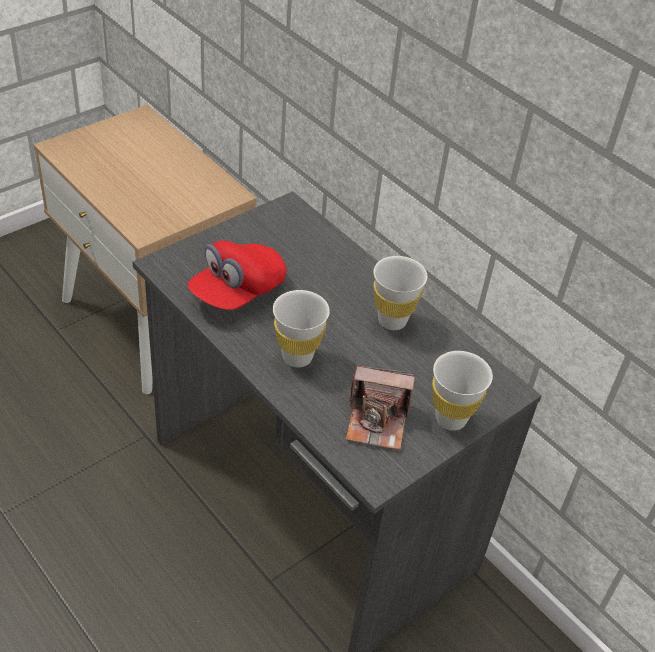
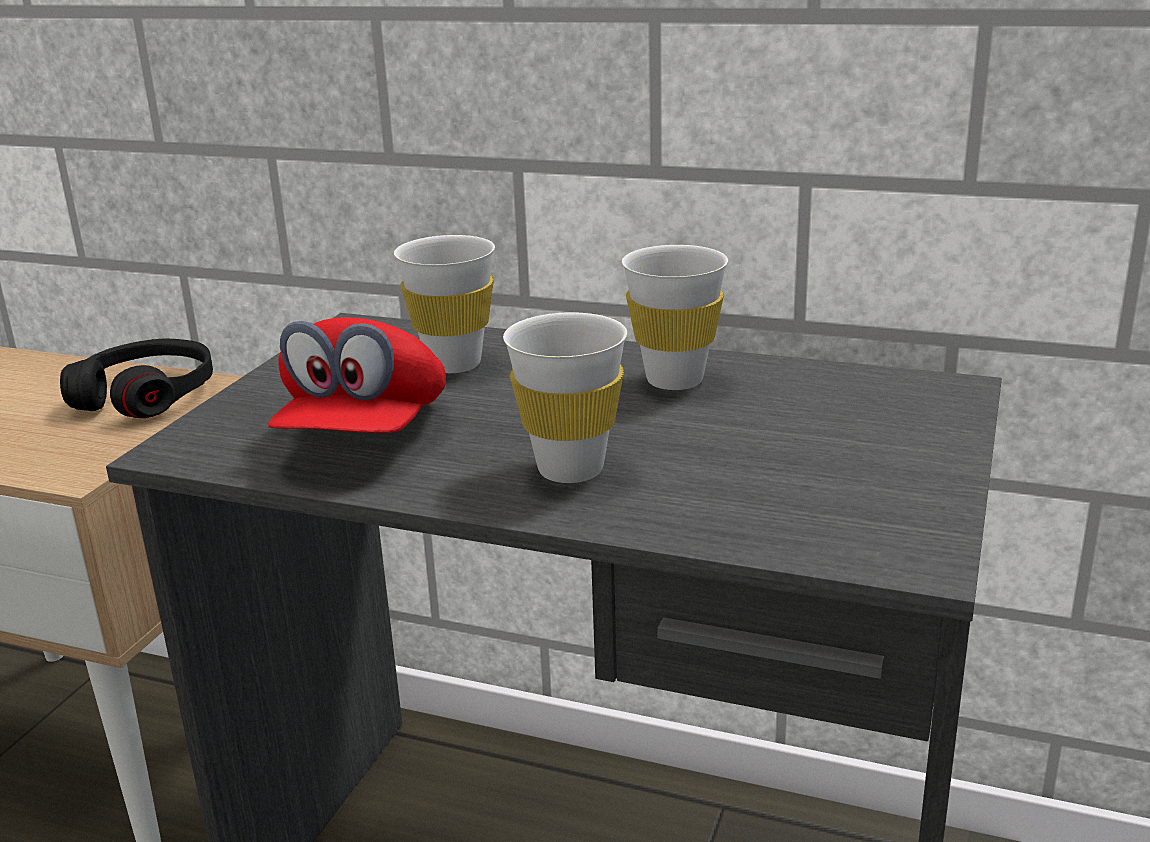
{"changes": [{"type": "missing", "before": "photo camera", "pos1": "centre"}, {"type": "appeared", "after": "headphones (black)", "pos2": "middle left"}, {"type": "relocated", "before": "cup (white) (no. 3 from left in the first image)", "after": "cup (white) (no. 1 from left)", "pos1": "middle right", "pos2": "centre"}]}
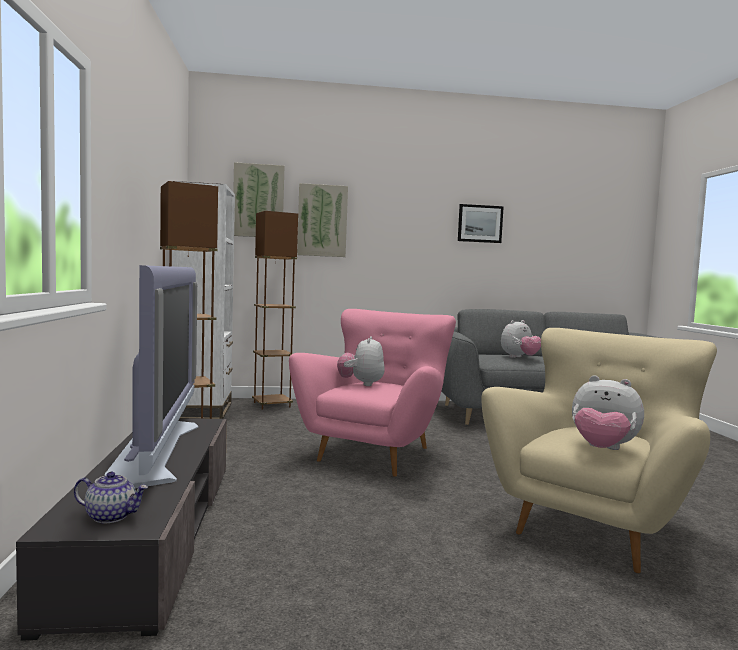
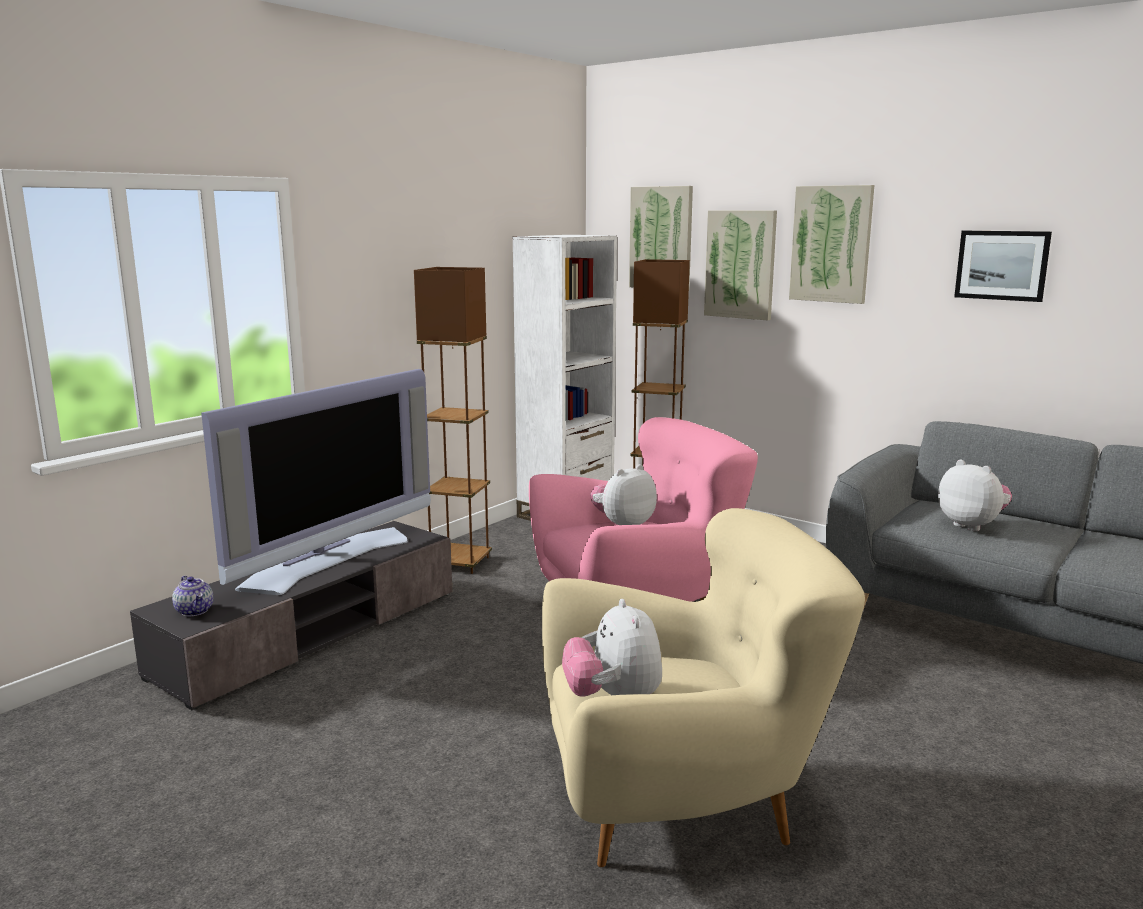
{"changes": [{"type": "appeared", "after": "picture (no. 3 from left)", "pos2": "top right"}, {"type": "spun", "before": "plush toy (no. 2 from left in the first image)", "pos1": "middle right", "pos2": "middle right", "turn": -135}]}
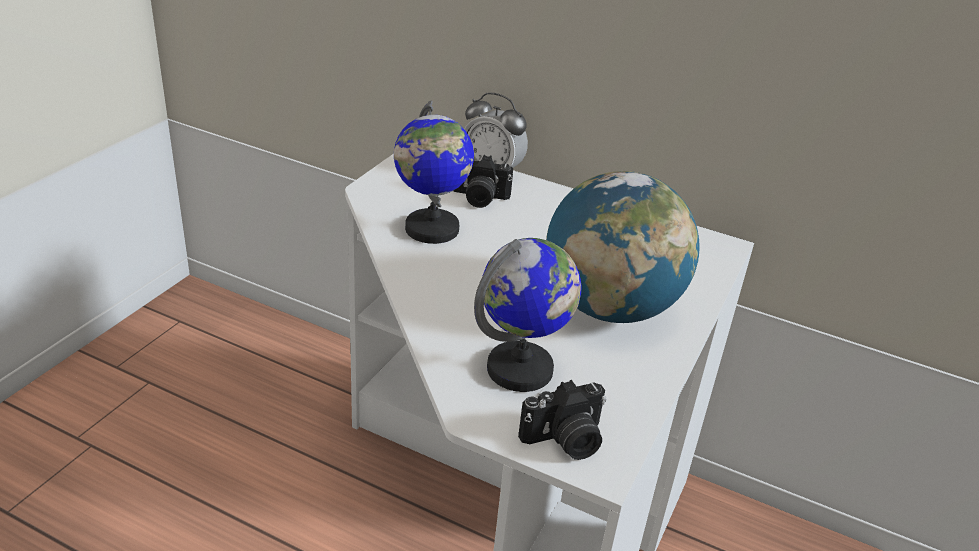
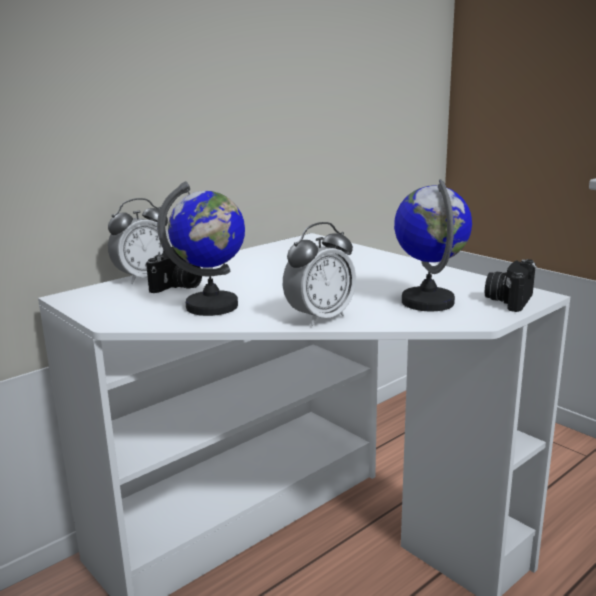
{"changes": [{"type": "missing", "before": "globe (no. 3 from left)", "pos1": "centre"}, {"type": "appeared", "after": "alarm clock (no. 2 from left)", "pos2": "centre"}, {"type": "spun", "before": "photo camera (no. 2 from left)", "pos1": "bottom centre", "pos2": "middle right", "turn": -150}]}
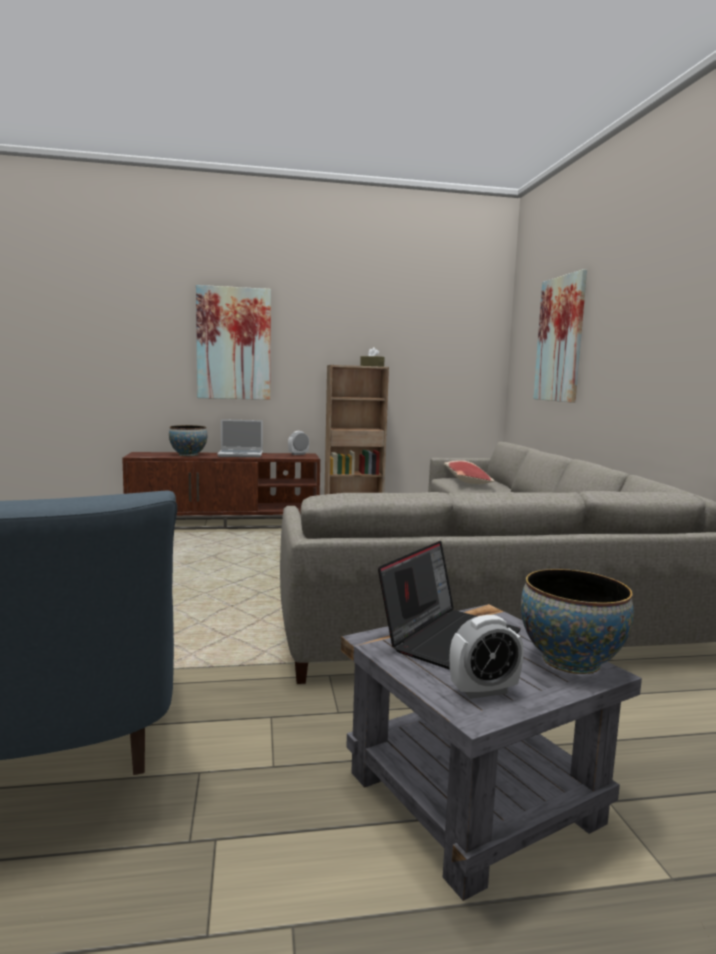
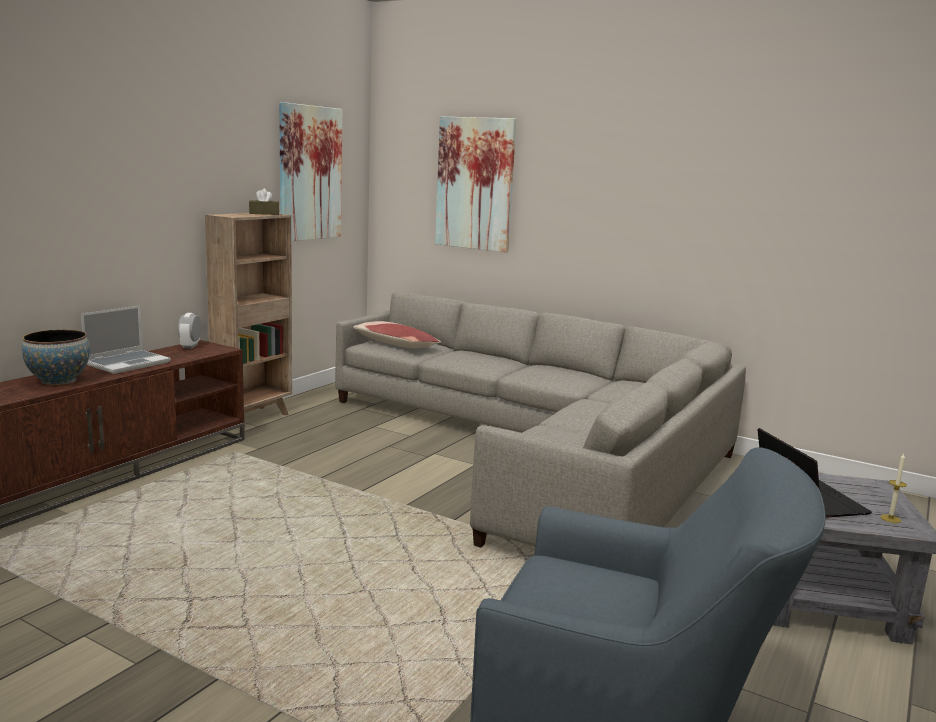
{"changes": [{"type": "missing", "before": "bowl (no. 2 from left)", "pos1": "middle right"}, {"type": "relocated", "before": "picture (no. 1 from left)", "pos1": "middle left", "pos2": "top left"}, {"type": "exchanged", "before": "alarm clock (no. 2 from left)", "after": "candle", "pos1": "bottom right", "pos2": "bottom right"}]}
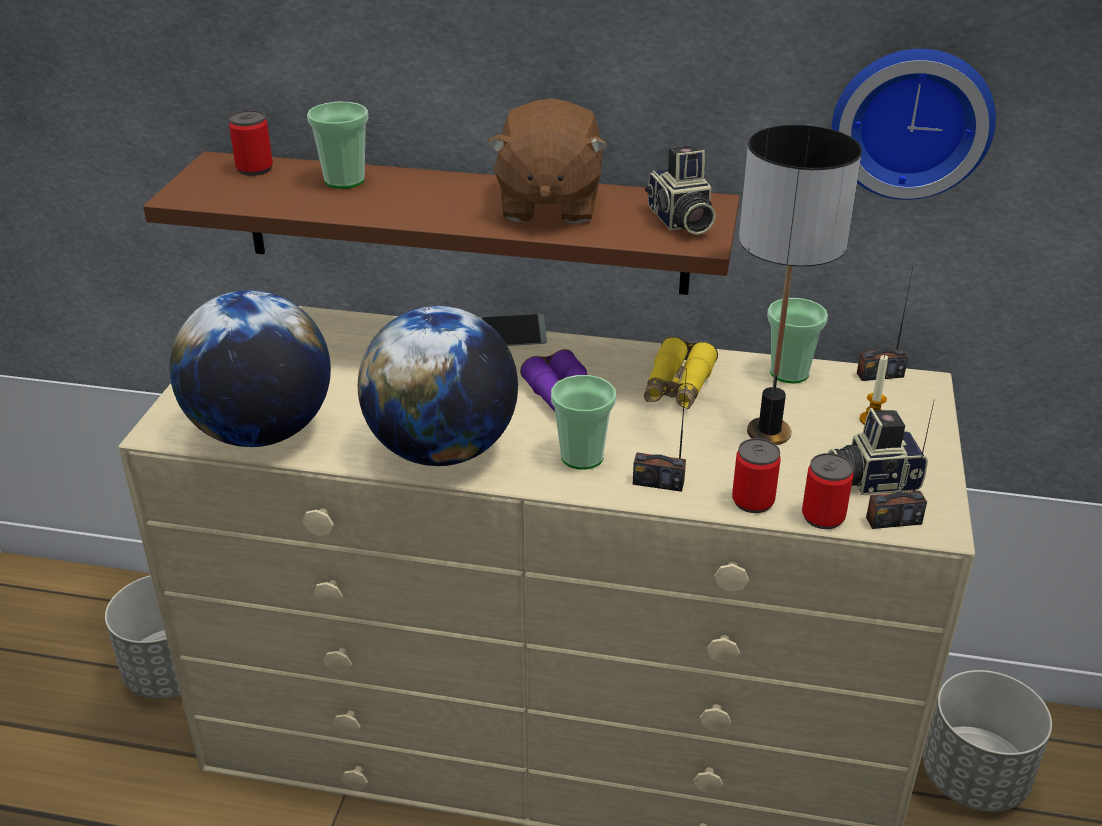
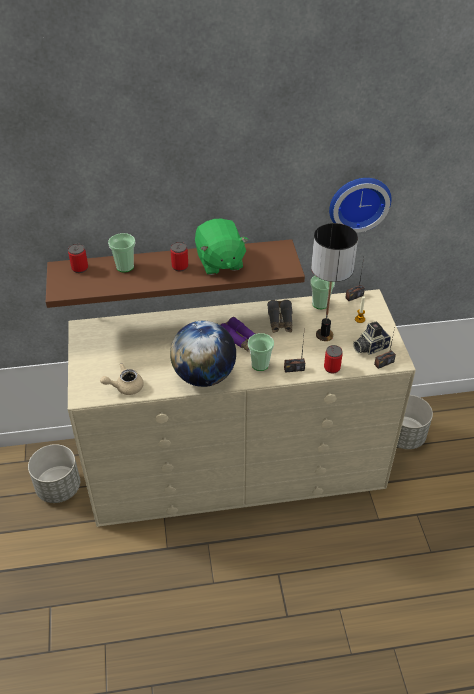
{"changes": [{"type": "missing", "before": "phone", "pos1": "centre"}, {"type": "missing", "before": "photo camera (no. 1 from left)", "pos1": "top centre"}, {"type": "relocated", "before": "can (no. 3 from left in the first image)", "after": "can (no. 2 from left)", "pos1": "middle right", "pos2": "centre"}, {"type": "exchanged", "before": "globe (no. 1 from left)", "after": "teapot (beige)", "pos1": "middle left", "pos2": "middle left"}, {"type": "colour", "before": "plush toy (brown)", "after": "plush toy (green)", "pos1": "top centre", "pos2": "centre"}, {"type": "colour", "before": "binoculars (yellow)", "after": "binoculars (grey)", "pos1": "centre", "pos2": "centre"}]}
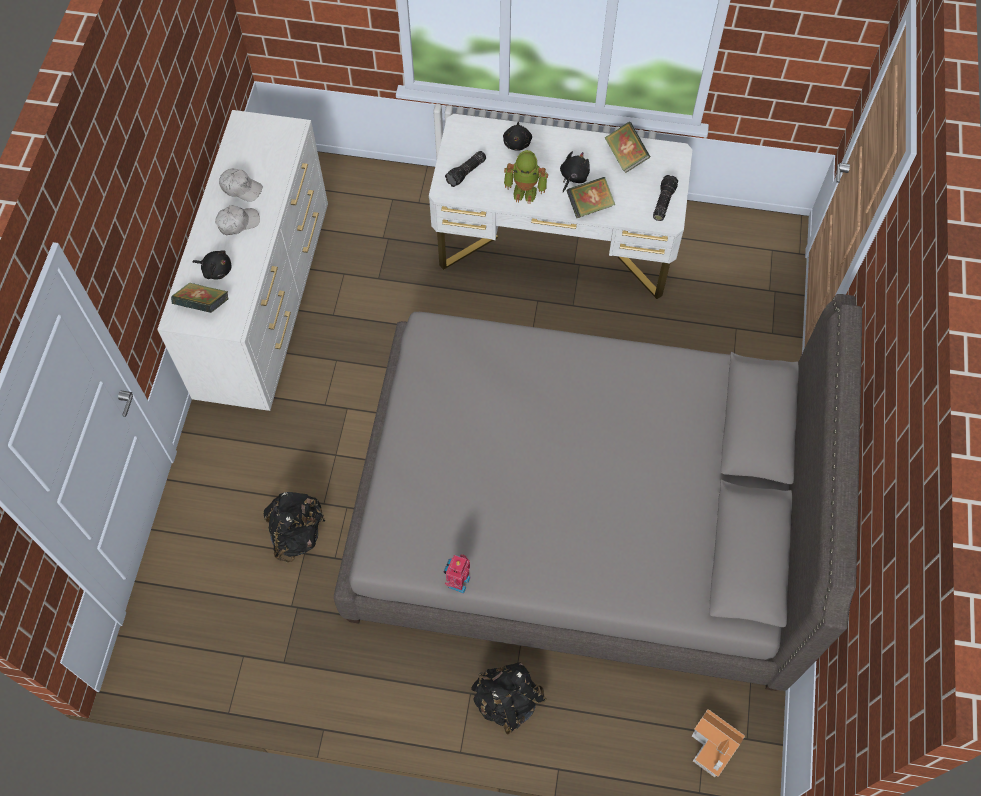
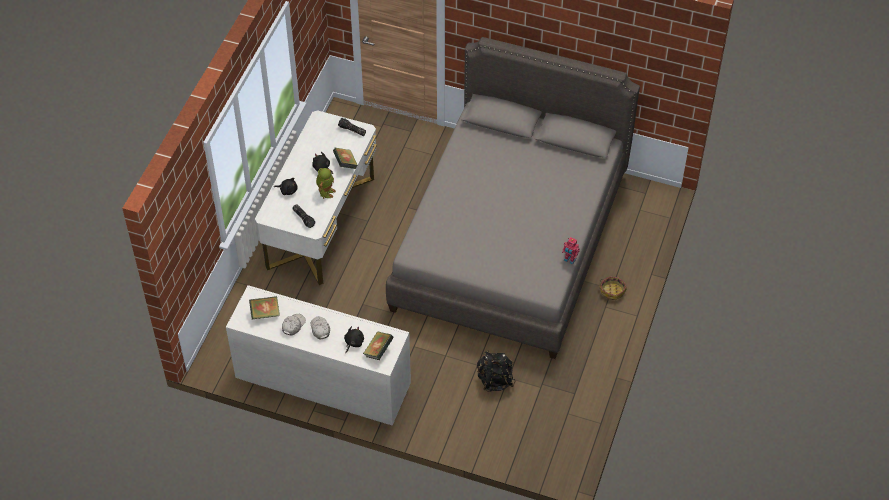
{"changes": [{"type": "missing", "before": "toy house", "pos1": "bottom right"}, {"type": "relocated", "before": "book (no. 3 from left in the first image)", "after": "book (no. 1 from left)", "pos1": "top centre", "pos2": "middle left"}, {"type": "exchanged", "before": "backpack (black) (no. 2 from left)", "after": "basket", "pos1": "bottom centre", "pos2": "middle right"}]}
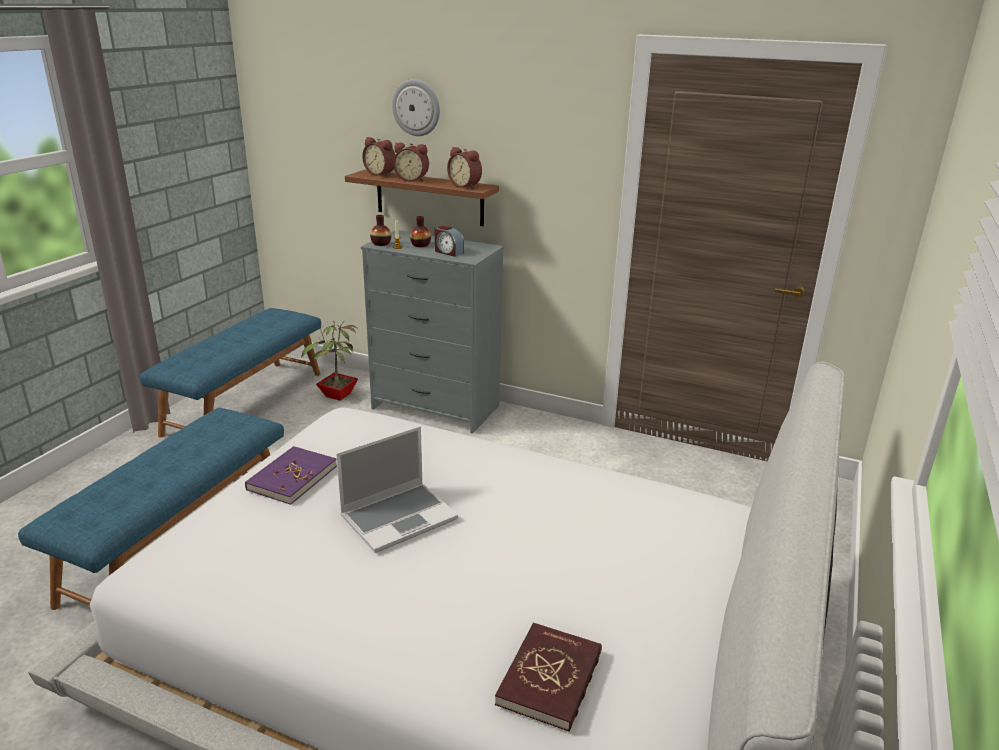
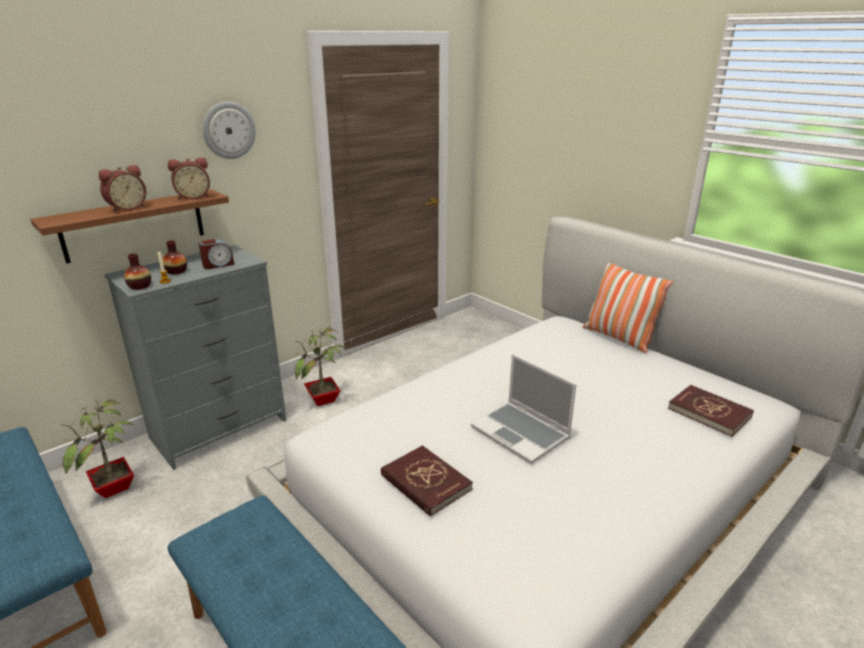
{"changes": [{"type": "missing", "before": "alarm clock (no. 1 from left)", "pos1": "top centre"}, {"type": "appeared", "after": "potted plant (no. 2 from left)", "pos2": "centre"}, {"type": "appeared", "after": "pillow", "pos2": "middle right"}, {"type": "relocated", "before": "wall clock", "pos1": "top centre", "pos2": "top left"}, {"type": "colour", "before": "book (purple)", "after": "book (red) (no. 1 from left)", "pos1": "middle left", "pos2": "bottom centre"}, {"type": "spun", "before": "laptop", "pos1": "centre", "pos2": "centre", "turn": 150}]}
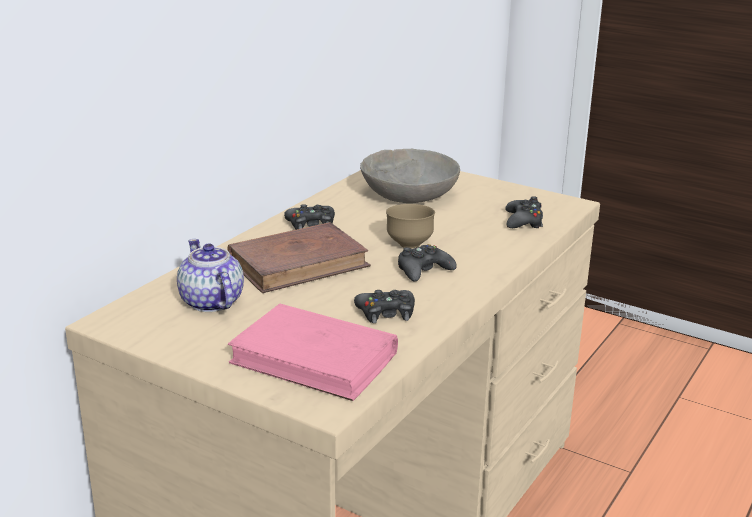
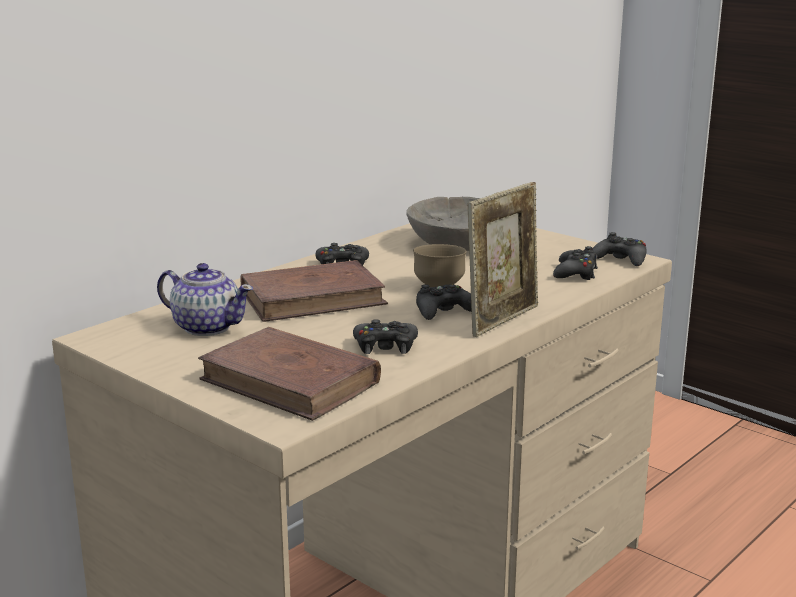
{"changes": [{"type": "appeared", "after": "picture frame", "pos2": "centre"}, {"type": "appeared", "after": "game controller (black) (no. 5 from left)", "pos2": "middle right"}, {"type": "colour", "before": "book (pink)", "after": "book (brown) (no. 1 from left)", "pos1": "bottom centre", "pos2": "centre"}, {"type": "spun", "before": "teapot", "pos1": "middle left", "pos2": "middle left", "turn": 135}]}
